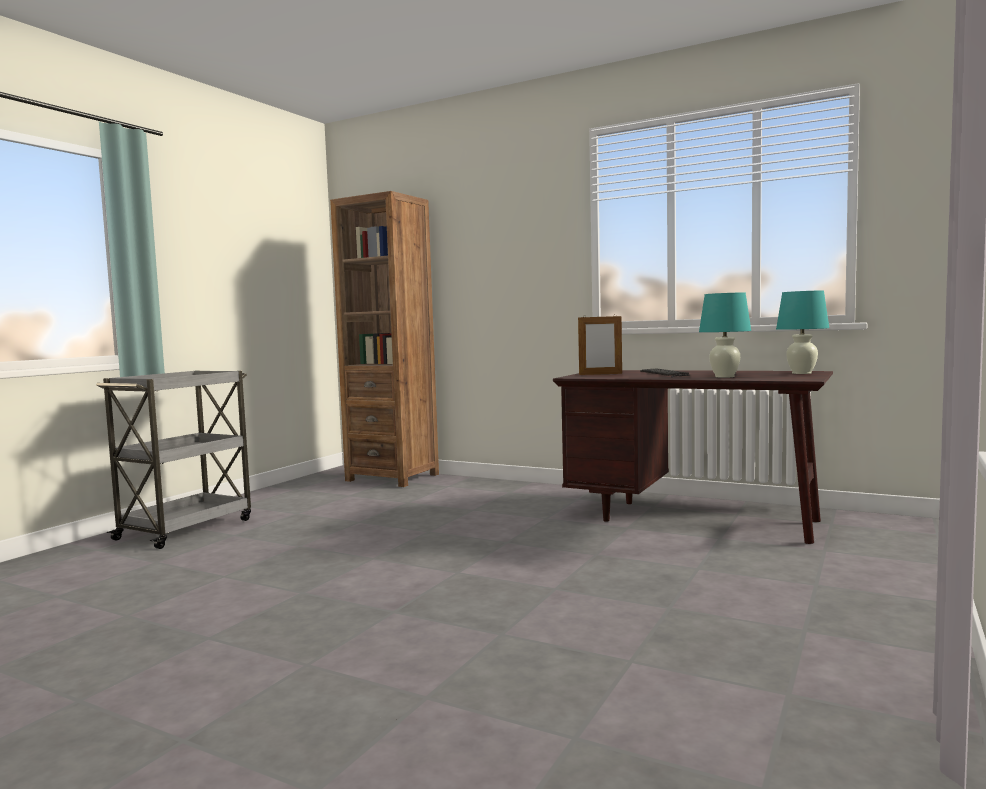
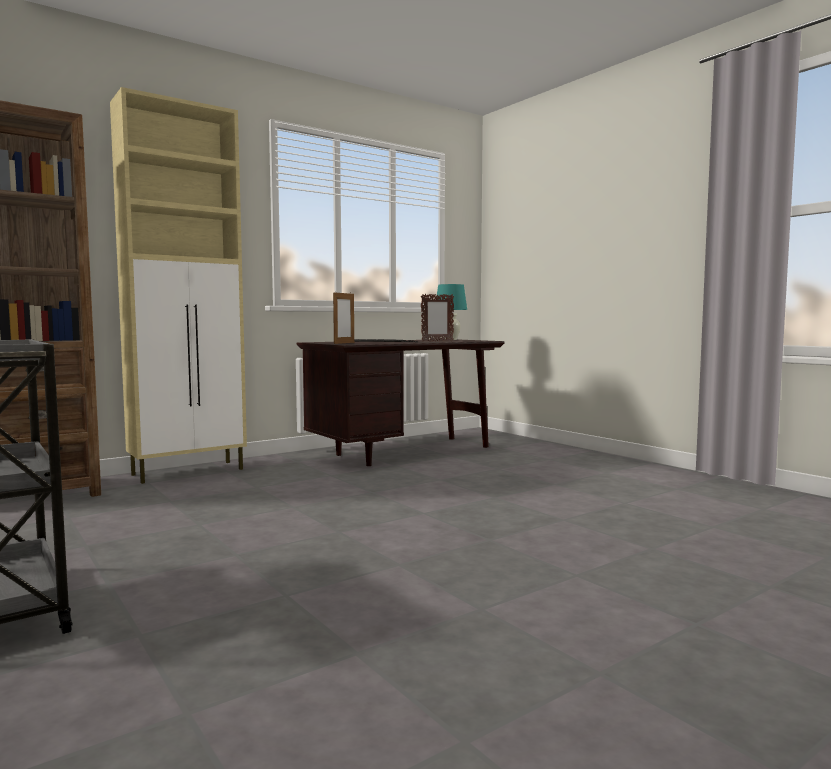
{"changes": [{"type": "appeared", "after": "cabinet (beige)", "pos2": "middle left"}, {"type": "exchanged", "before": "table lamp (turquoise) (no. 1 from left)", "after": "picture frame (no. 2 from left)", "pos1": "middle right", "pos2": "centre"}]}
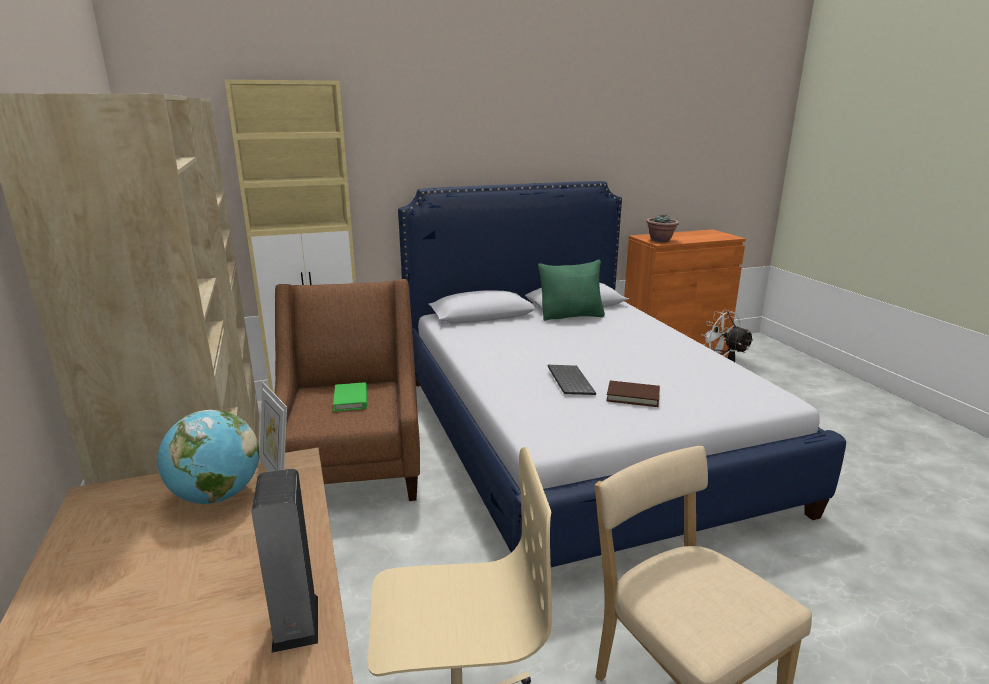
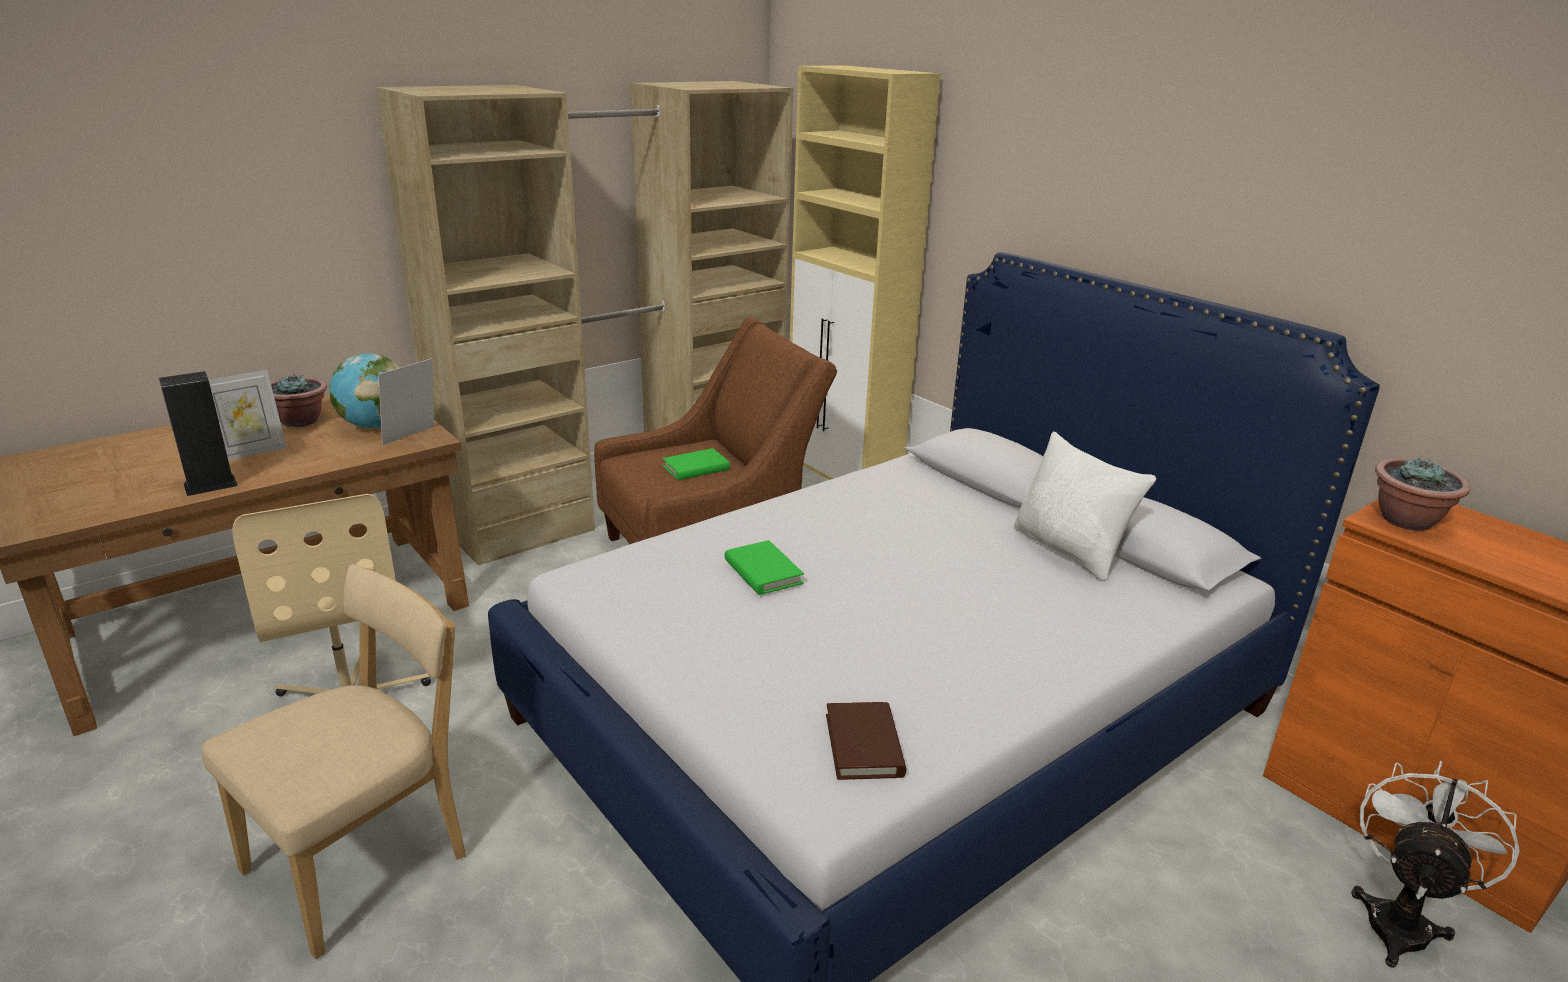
{"changes": [{"type": "appeared", "after": "picture frame (no. 1 from left)", "pos2": "middle left"}, {"type": "appeared", "after": "potted plant (no. 1 from left)", "pos2": "middle left"}, {"type": "relocated", "before": "book (brown)", "pos1": "centre", "pos2": "bottom centre"}, {"type": "exchanged", "before": "keyboard", "after": "book (green) (no. 2 from left)", "pos1": "centre", "pos2": "centre"}, {"type": "colour", "before": "pillow (green)", "after": "pillow (white)", "pos1": "centre", "pos2": "middle right"}]}
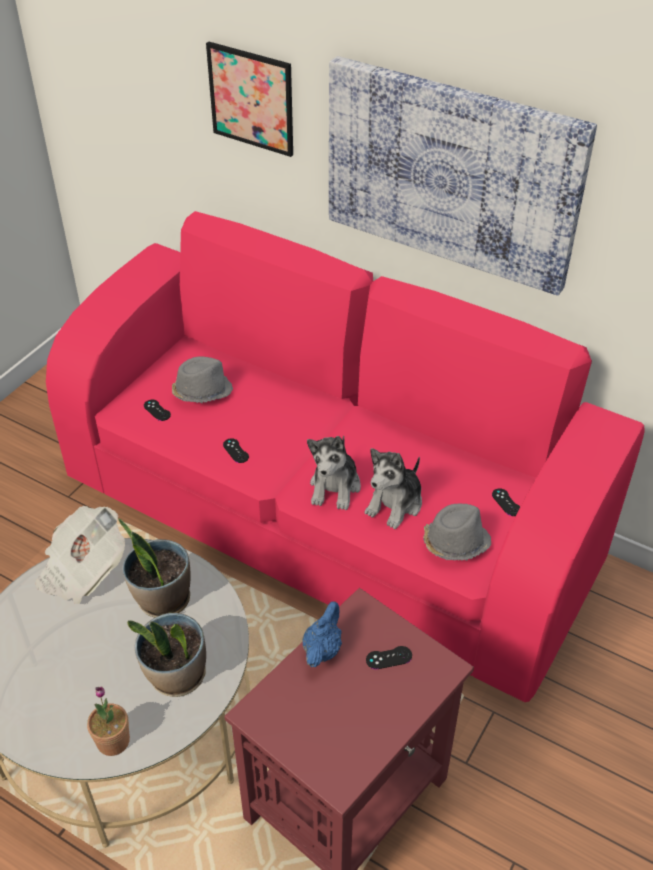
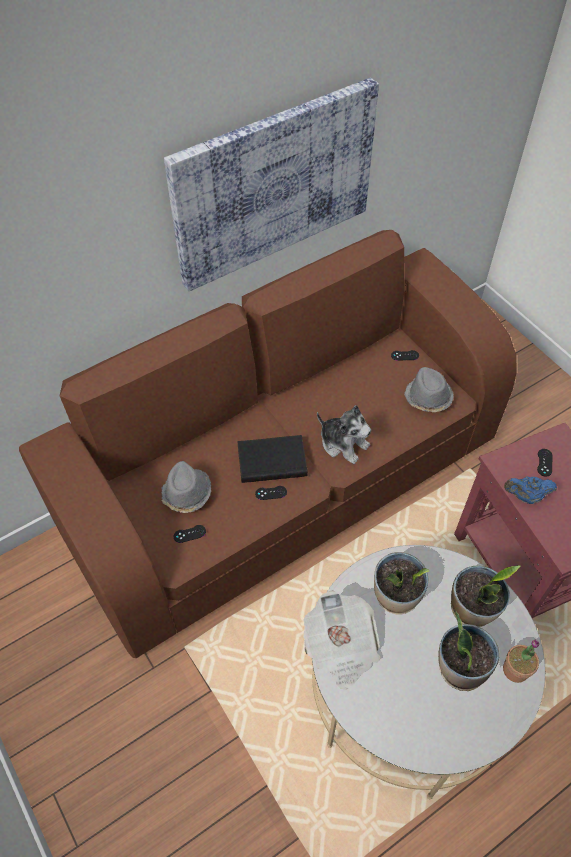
{"changes": [{"type": "missing", "before": "picture (no. 1 from left)", "pos1": "top centre"}, {"type": "missing", "before": "plush toy (no. 2 from left)", "pos1": "centre"}, {"type": "appeared", "after": "book (black)", "pos2": "centre"}, {"type": "appeared", "after": "potted plant (no. 2 from left)", "pos2": "bottom right"}, {"type": "colour", "before": "sofa (pink)", "after": "sofa (brown)", "pos1": "centre", "pos2": "centre"}, {"type": "spun", "before": "teapot (blue)", "pos1": "bottom centre", "pos2": "middle right", "turn": -45}]}
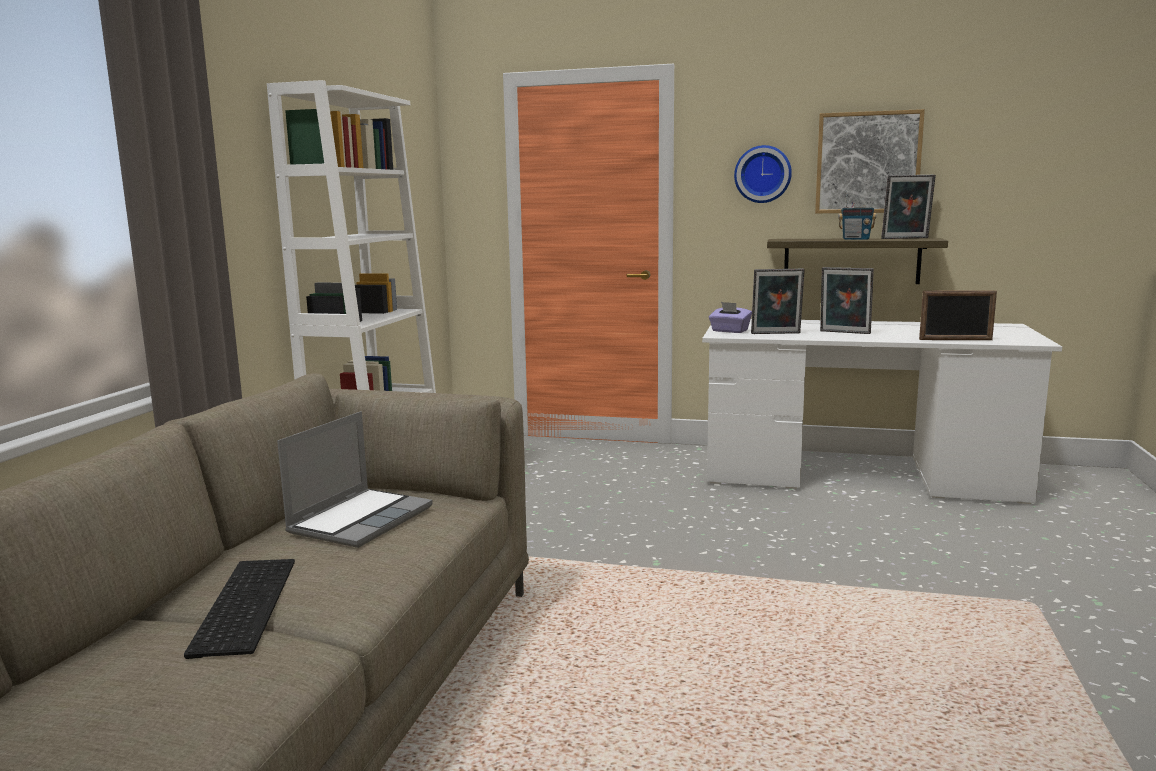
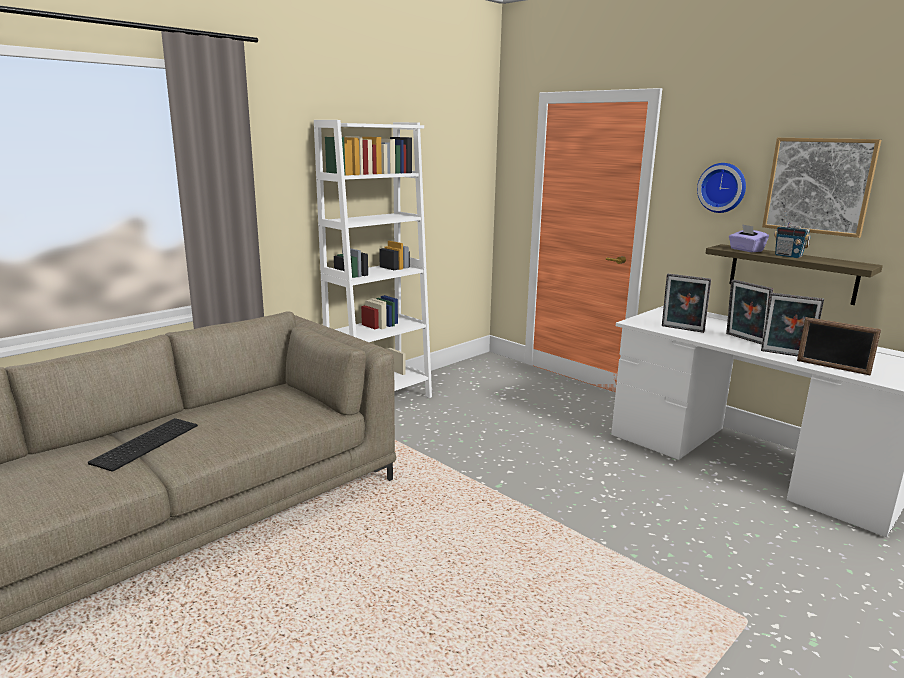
{"changes": [{"type": "missing", "before": "laptop", "pos1": "middle left"}, {"type": "relocated", "before": "tissue box (purple)", "pos1": "centre", "pos2": "middle right"}, {"type": "relocated", "before": "picture frame (no. 3 from left)", "pos1": "top right", "pos2": "middle right"}]}
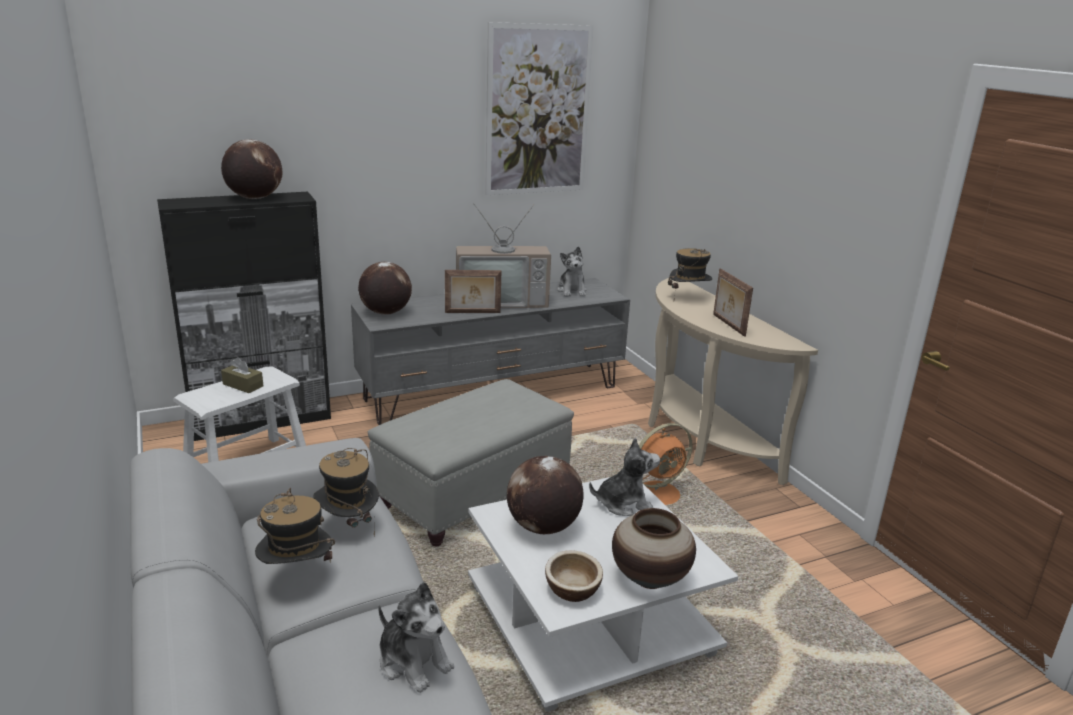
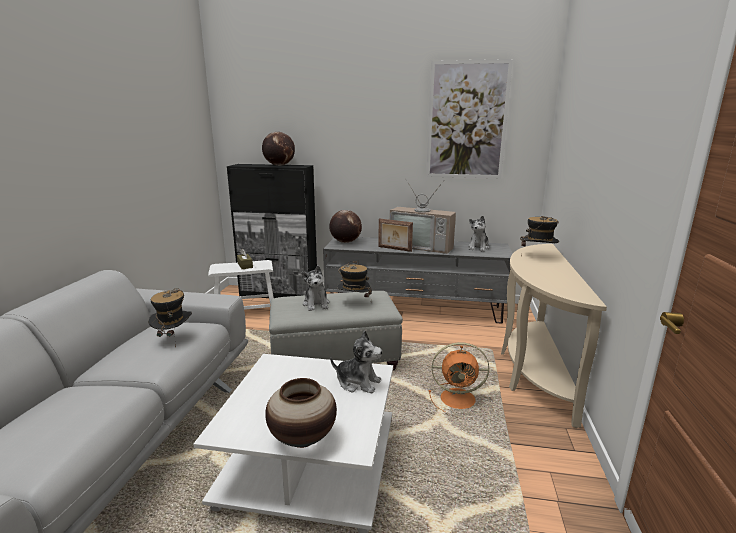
{"changes": [{"type": "missing", "before": "globe (no. 3 from left)", "pos1": "bottom centre"}, {"type": "missing", "before": "bowl", "pos1": "bottom centre"}, {"type": "missing", "before": "picture frame (no. 2 from left)", "pos1": "middle right"}, {"type": "relocated", "before": "hat (no. 1 from left in the first image)", "after": "hat (no. 2 from left)", "pos1": "bottom left", "pos2": "centre"}, {"type": "relocated", "before": "plush toy (no. 1 from left)", "pos1": "bottom centre", "pos2": "centre"}]}
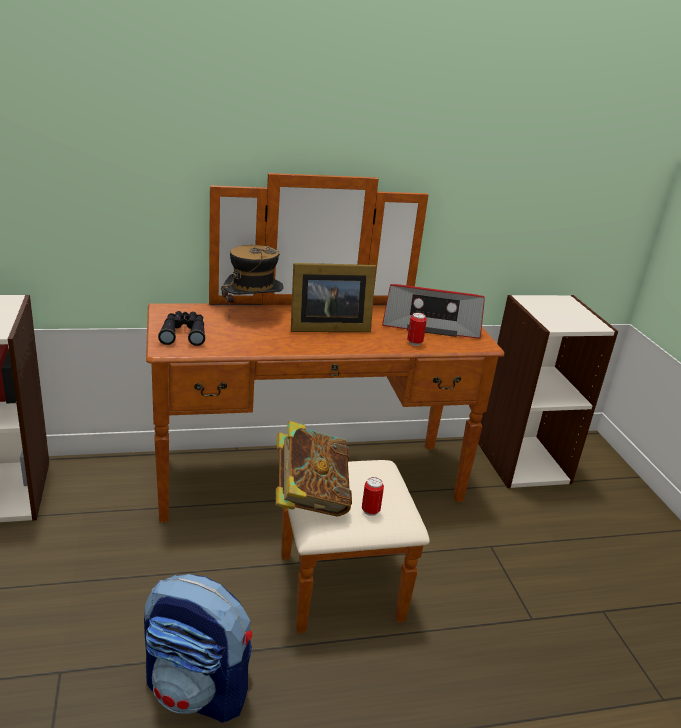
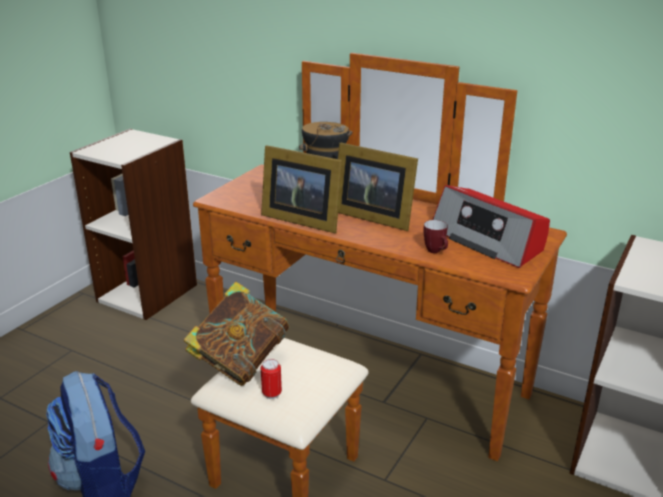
{"changes": [{"type": "missing", "before": "binoculars (black)", "pos1": "middle left"}, {"type": "appeared", "after": "picture frame (no. 1 from left)", "pos2": "centre"}, {"type": "exchanged", "before": "can (no. 2 from left)", "after": "mug", "pos1": "centre", "pos2": "centre"}]}
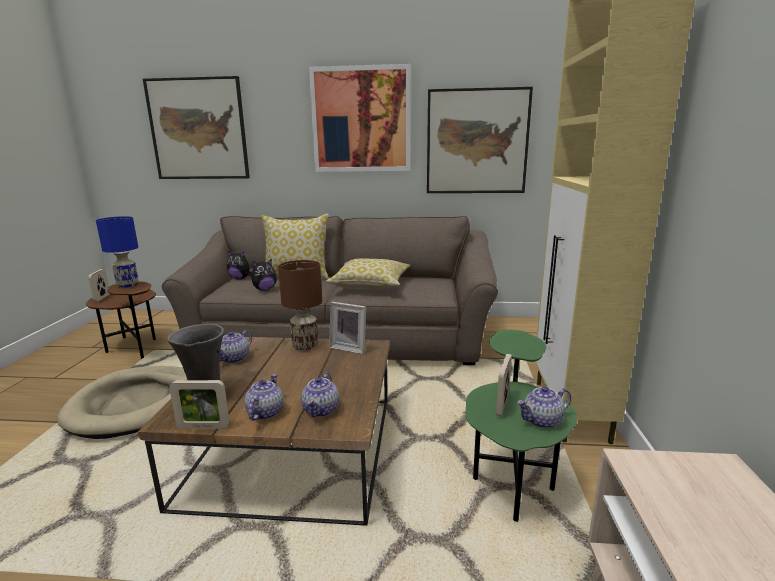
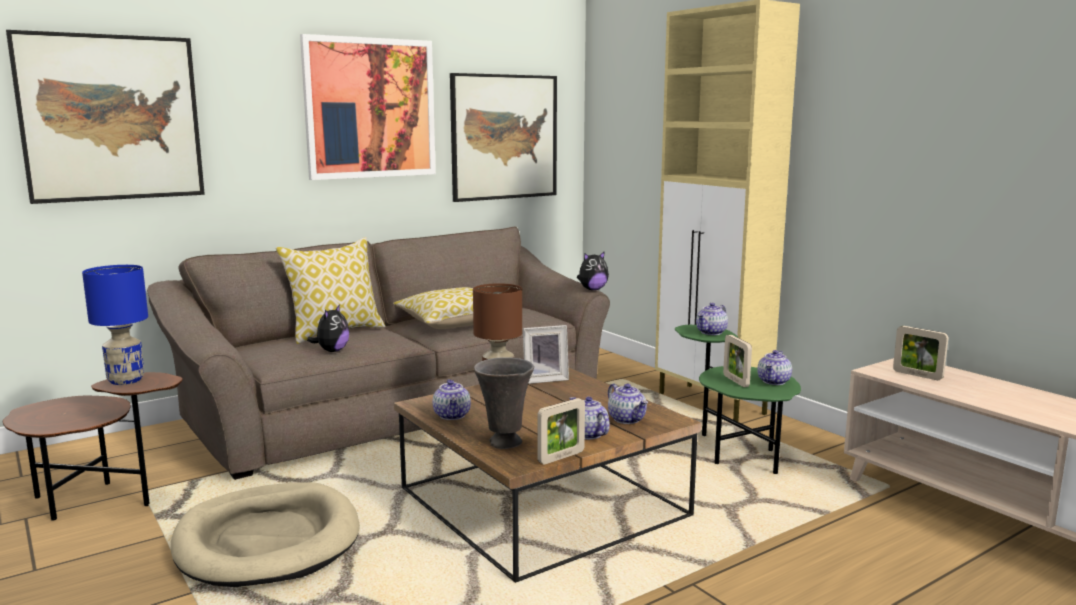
{"changes": [{"type": "appeared", "after": "teapot (no. 4 from left)", "pos2": "centre"}, {"type": "relocated", "before": "picture frame (no. 1 from left in the first image)", "after": "picture frame (no. 4 from left)", "pos1": "middle left", "pos2": "middle right"}, {"type": "relocated", "before": "plush toy (no. 1 from left in the first image)", "after": "plush toy (no. 2 from left)", "pos1": "middle left", "pos2": "centre"}]}
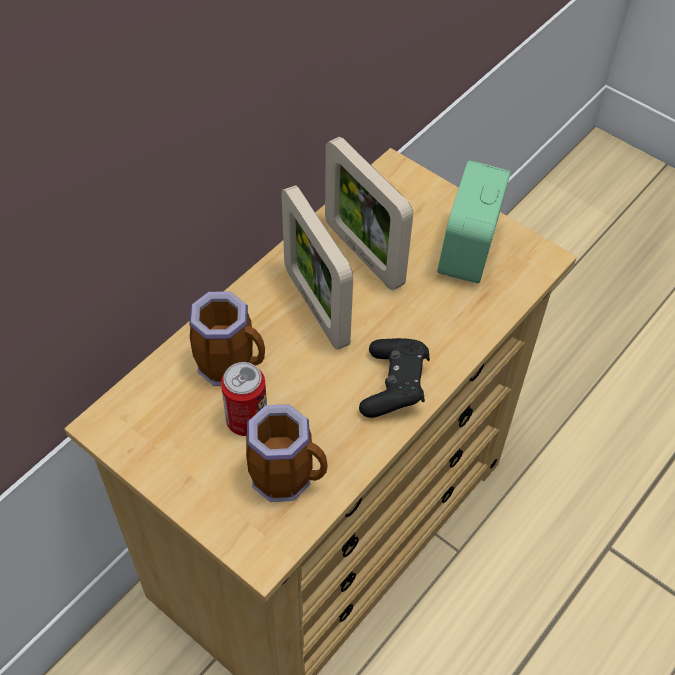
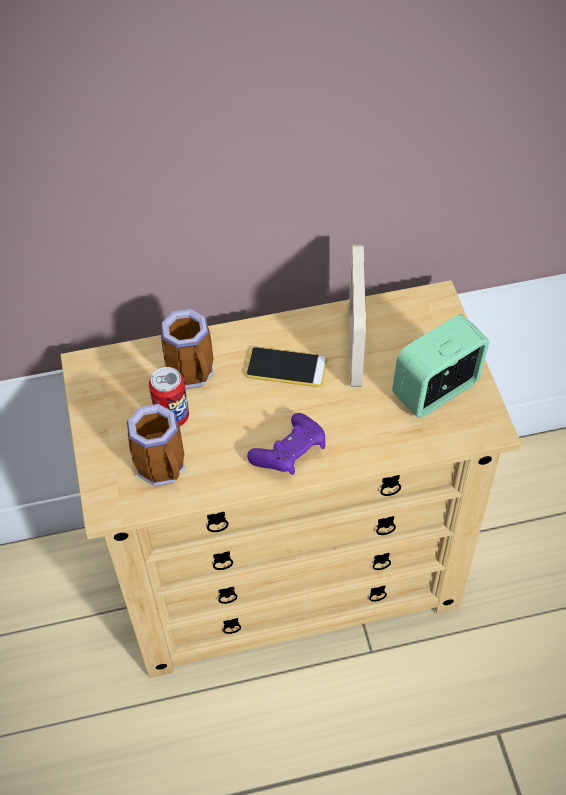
{"changes": [{"type": "exchanged", "before": "picture frame (no. 1 from left)", "after": "phone", "pos1": "centre", "pos2": "centre"}, {"type": "colour", "before": "game controller (black)", "after": "game controller (purple)", "pos1": "centre", "pos2": "centre"}]}
